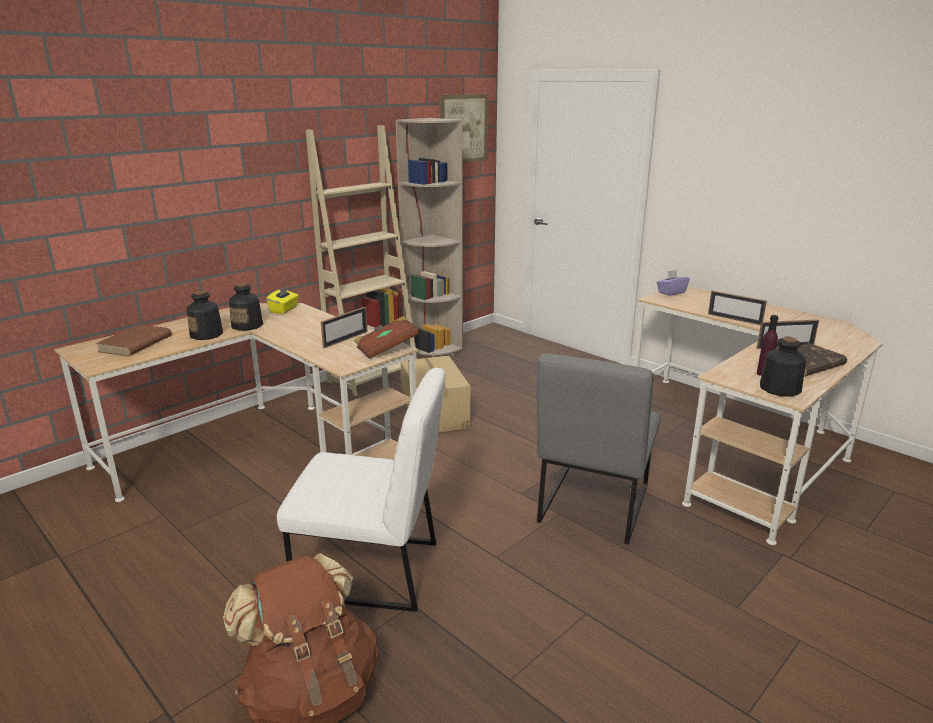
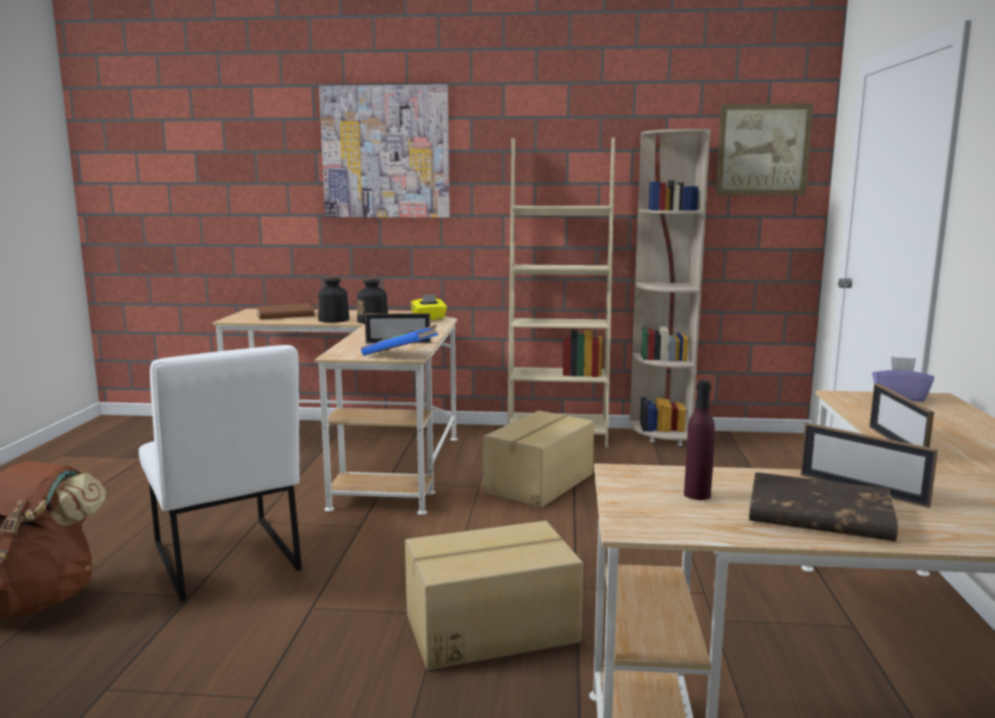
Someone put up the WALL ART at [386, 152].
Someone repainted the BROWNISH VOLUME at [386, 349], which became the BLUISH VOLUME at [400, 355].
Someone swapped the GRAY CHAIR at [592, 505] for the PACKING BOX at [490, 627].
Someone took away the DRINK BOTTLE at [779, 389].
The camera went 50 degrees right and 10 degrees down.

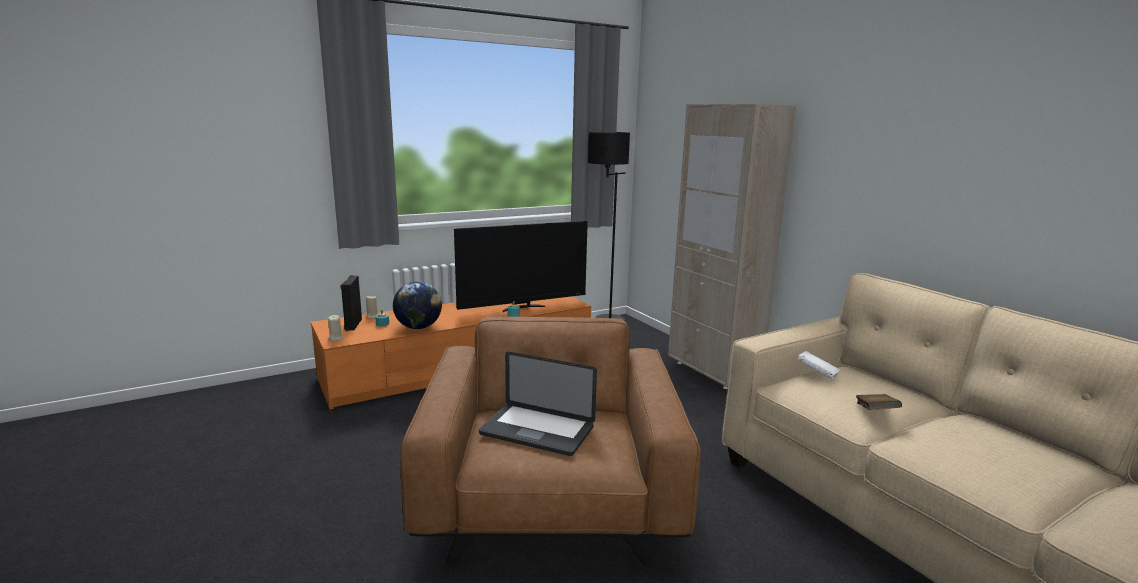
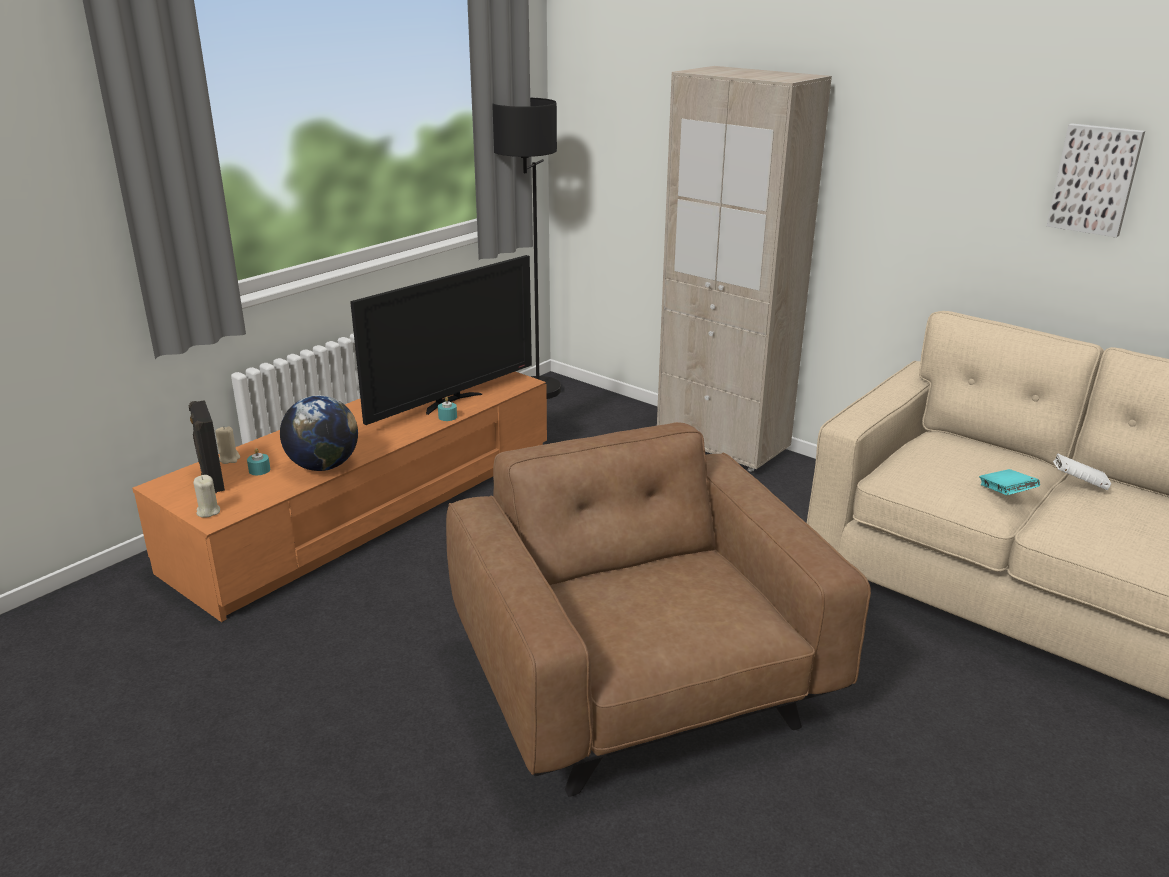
Someone repainted the BROWNISH VOLUME at [875, 412], which became the TURQUOISE-COLOURED VOLUME at [1005, 494].
Someone put up the WALL ART at [1095, 179].
Someone carried the WHITE-COLOURED VOLUME from [817, 374] to [1078, 484].
Someone took away the LAPTOP at [537, 431].
The camera went 20 degrees left and 10 degrees up.

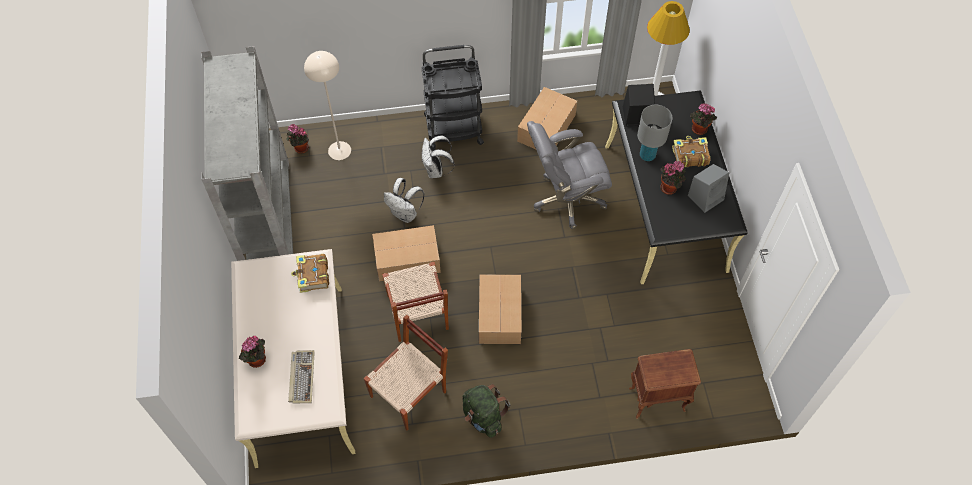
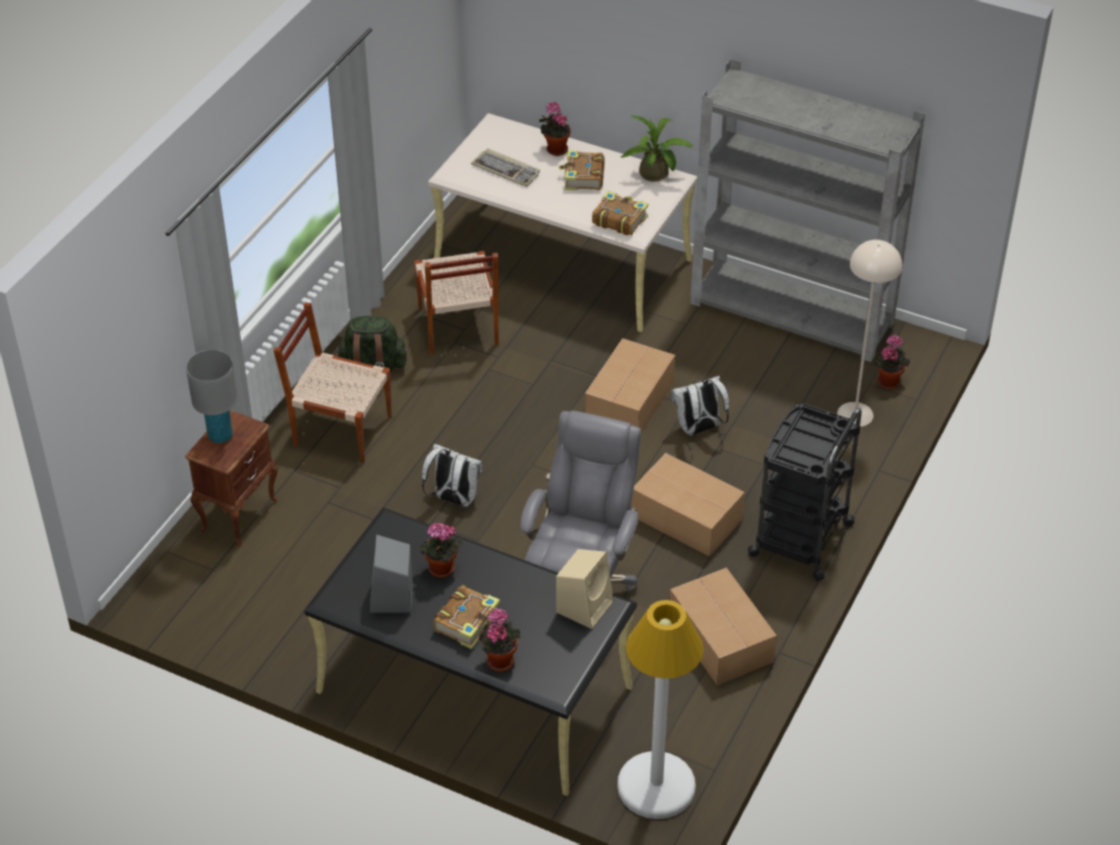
Someone carried the GRAY TABLE LAMP from [647, 155] to [220, 436].
Someone carried the CHAIR from [418, 314] to [340, 429].
Someone carried the WHITE-COLOURED BACKPACK from [436, 170] to [453, 499].
Someone repainted the BLACK-COLOURED AUDIO SPEAKER at [635, 116], which became the BEIGE-COLOURED AUDIO SPEAKER at [585, 605].
Someone put down the VOLUME at [583, 177].
Someone put down the POTTED PLANT at [657, 175].
Someone carried the PACKING BOX from [500, 314] to [687, 518].
The camera went 125 degrees right and 15 degrees down.

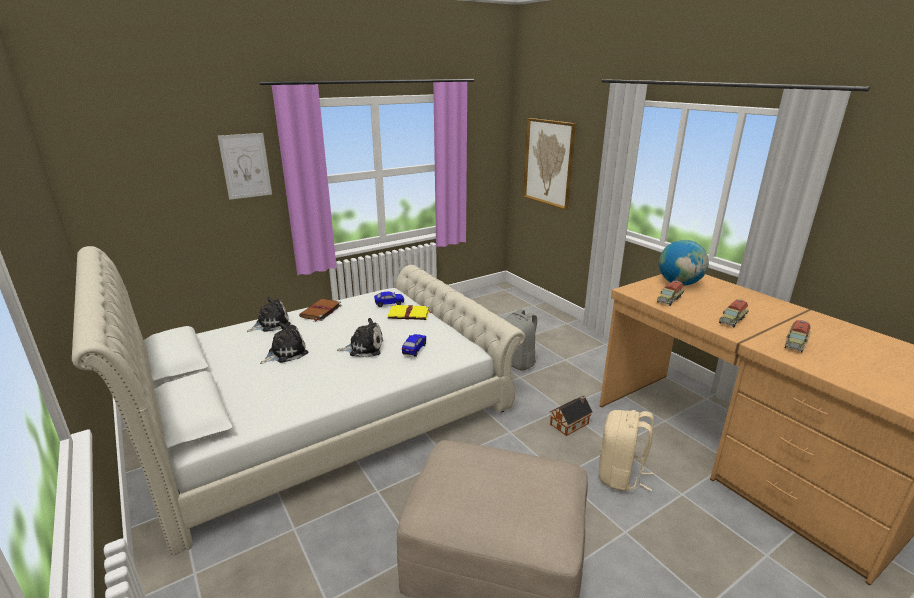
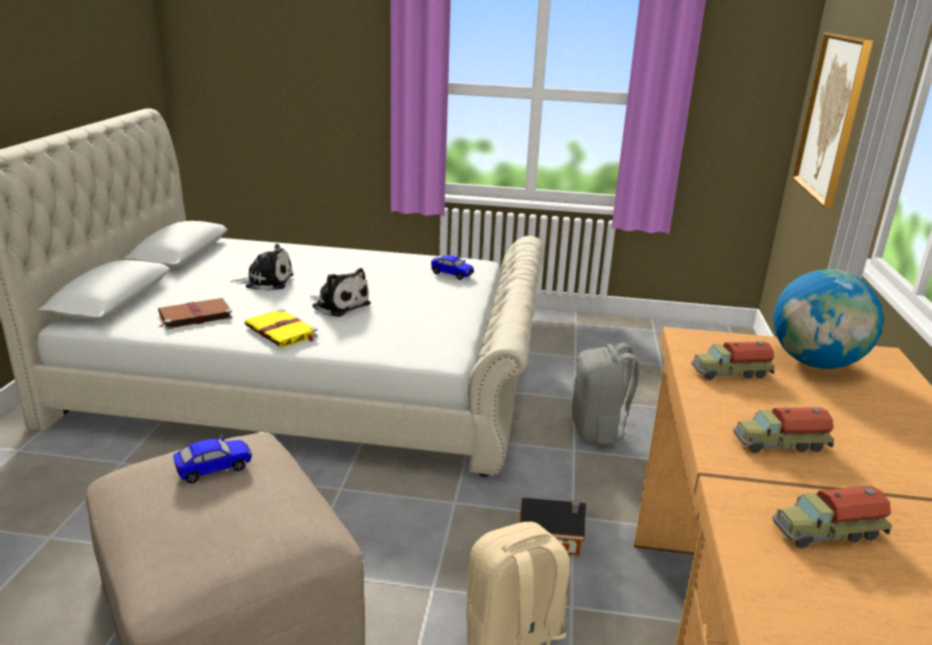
Someone carried the BROWNISH VOLUME from [320, 311] to [194, 316].
Someone carried the TOY CAR from [414, 349] to [214, 469].
Someone carried the YELLOW VOLUME from [409, 314] to [282, 332].
Someone took away the WALL ART at [245, 166].
Someone took away the CUDDLY TOY at [271, 324].
The camera went 40 degrees right and 0 degrees up.

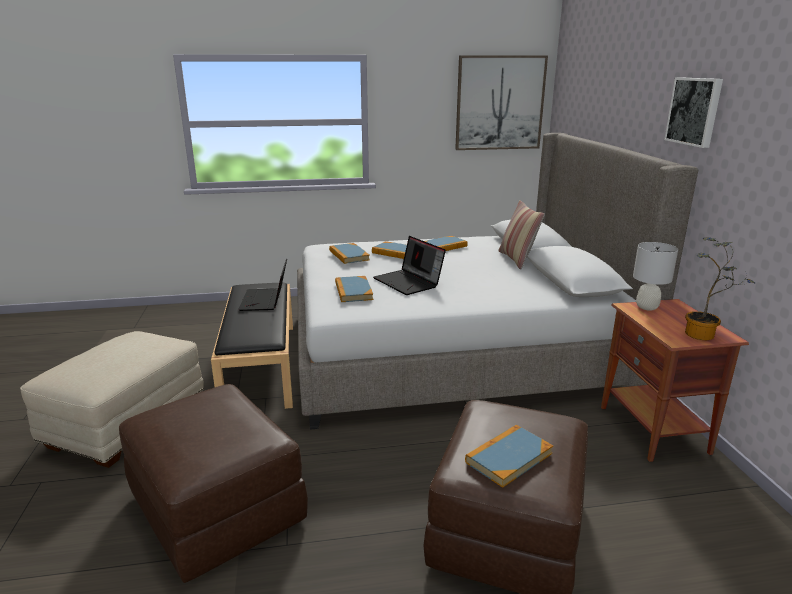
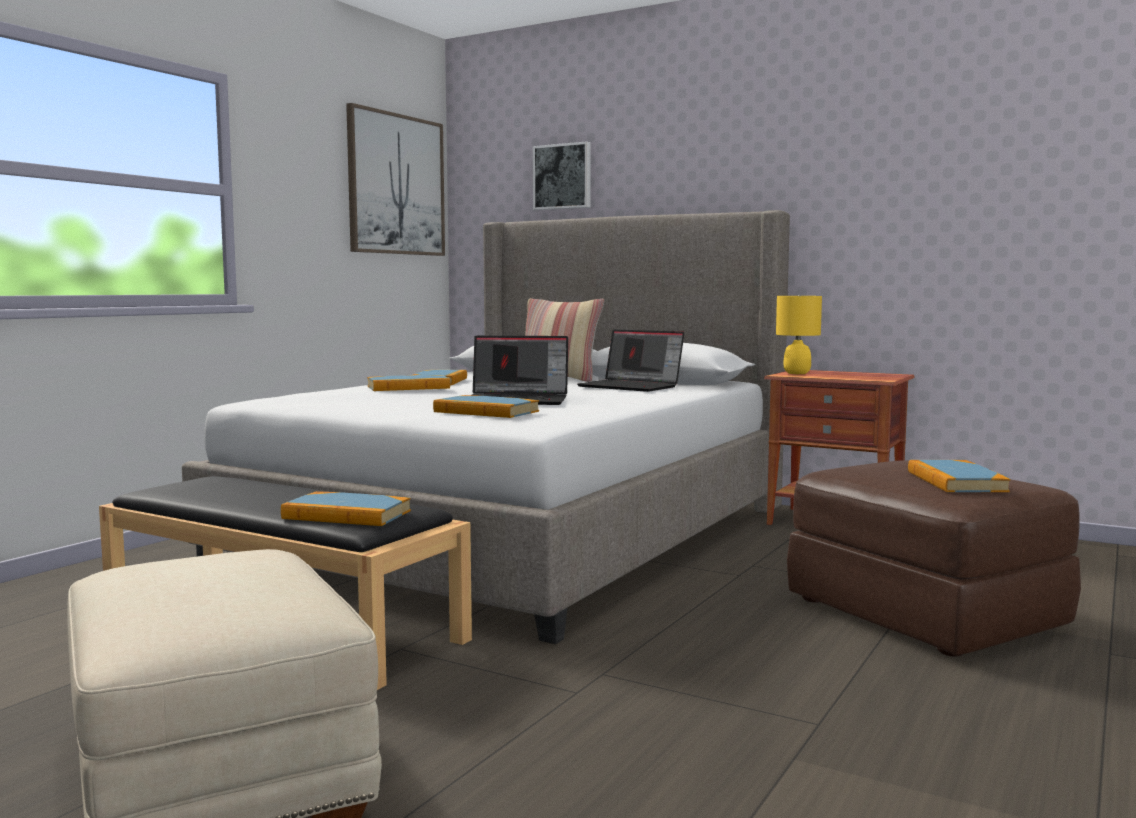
Someone carried the VOLUME from [349, 255] to [347, 515].
Someone carried the WALL ART from [694, 111] to [563, 177].
Someone carried the LAPTOP from [265, 300] to [632, 387].
Someone repainted the GRAY TABLE LAMP at [645, 308], which became the YELLOW TABLE LAMP at [796, 373].
Someone took away the BROWNISH OTTOMAN at [216, 508].
Someone took away the POTTED PLANT at [704, 336].
The camera went 50 degrees left and 15 degrees down.

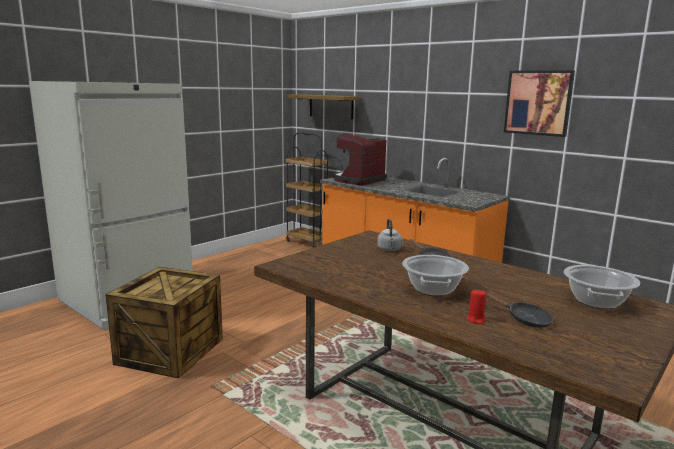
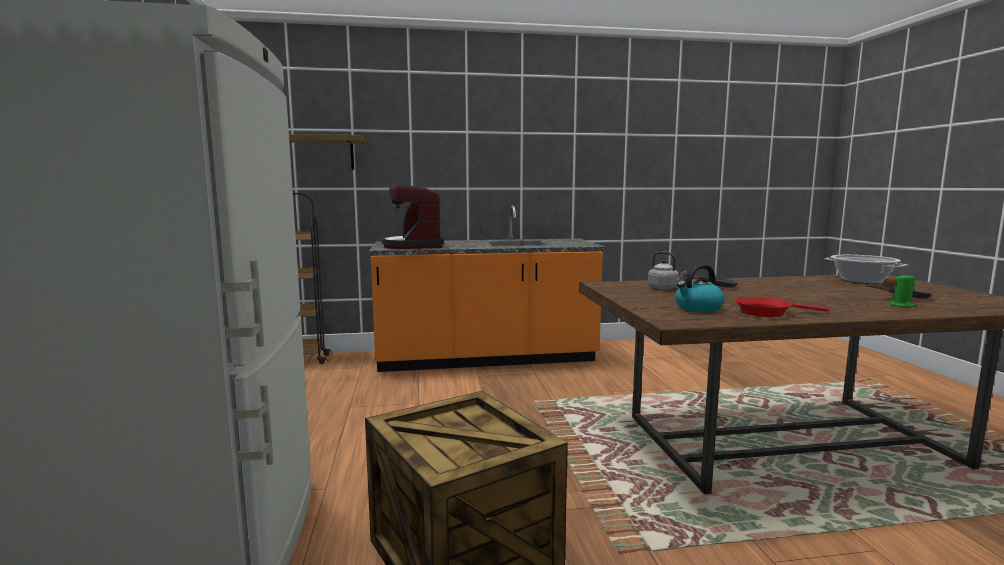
Someone put down the KETTLE at [698, 308].
Someone put down the RED SKILLET at [767, 312].
Someone repainted the RED WAX LIGHT at [476, 320], which became the GREEN WAX LIGHT at [902, 305].
Someone took away the COOKING POT at [433, 289].
Someone took away the WALL ART at [538, 103].
The camera went 50 degrees left and 5 degrees down.

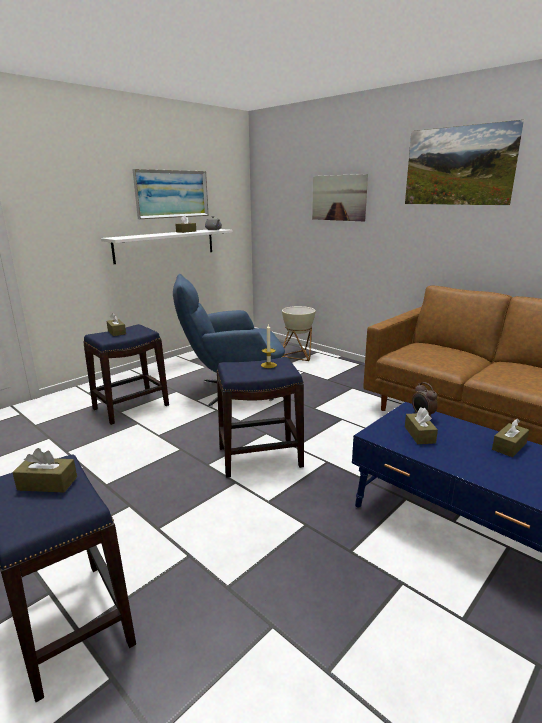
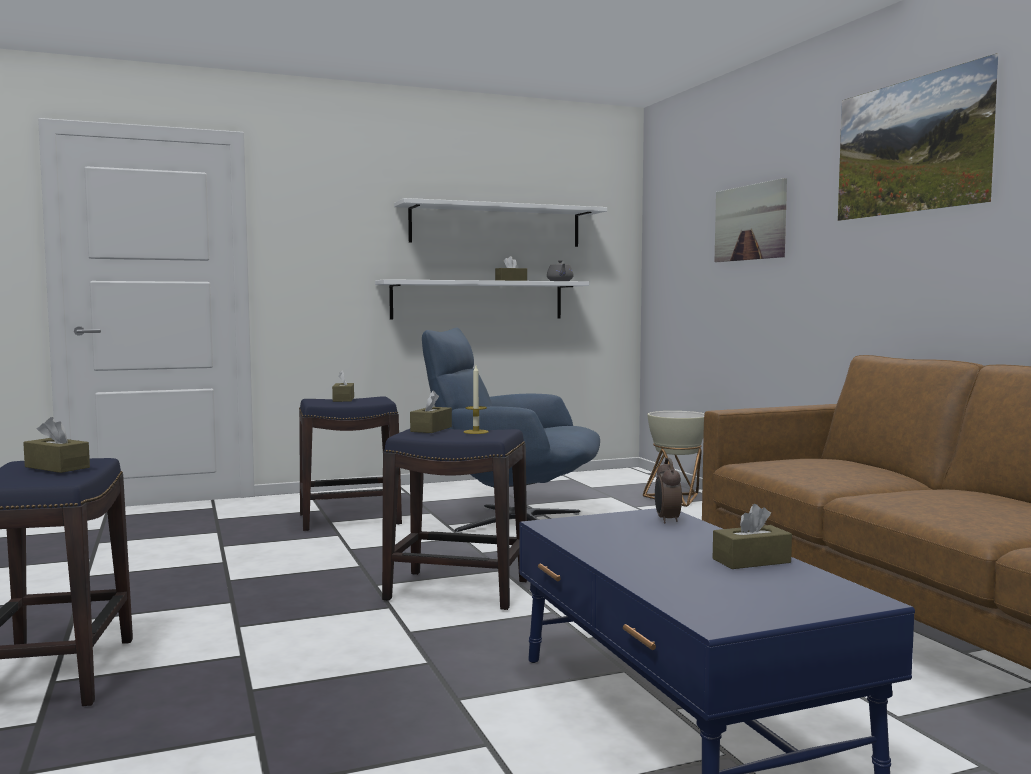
Someone swapped the WALL ART at [172, 194] for the WHITE-COLOURED BRACKET SHELF at [496, 225].
Someone carried the BROWNISH TISSUE HOLDER from [419, 435] to [431, 429].
The camera went 25 degrees right and 15 degrees down.

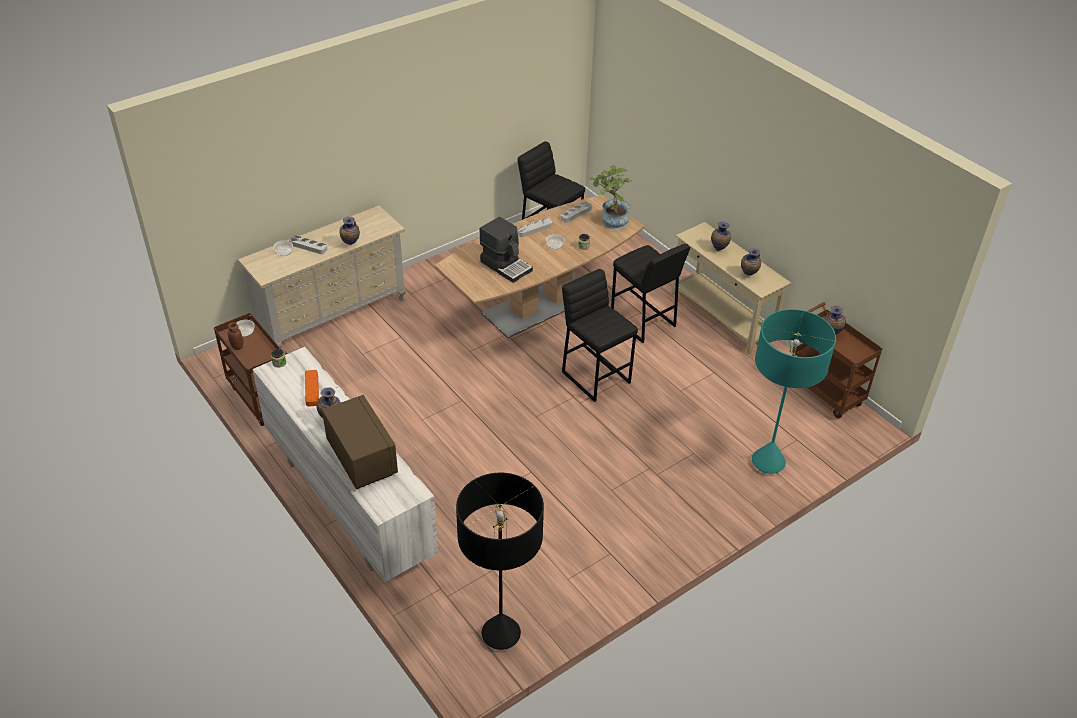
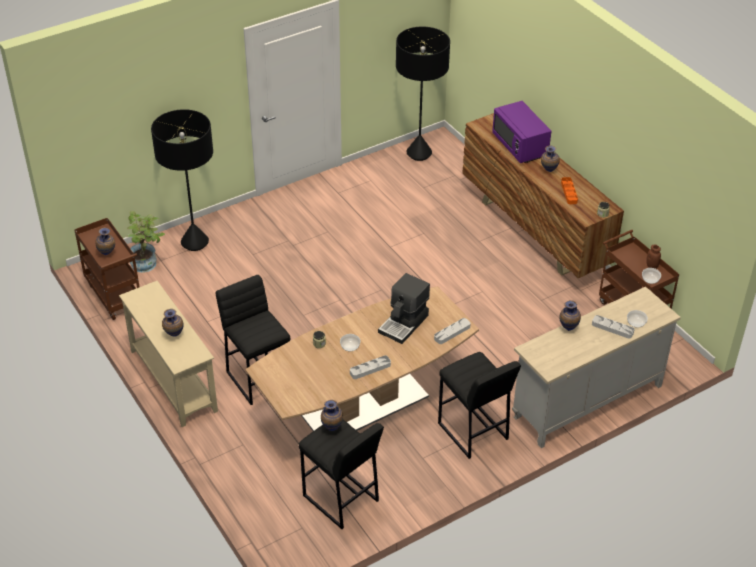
Someone carried the POTTED PLANT from [610, 221] to [148, 264].
Someone repainted the TURQUOISE-COLOURED STANDARD LAMP at [767, 463], which became the BLACK-COLOURED STANDARD LAMP at [195, 244].
Someone carried the DECORATIVE VASE from [748, 275] to [332, 428].
Someone rotated the COFFEE MACHINE at [506, 265] by 105 degrees counterclockwise.
Someone carried the GRAY TRAY from [576, 213] to [452, 333].
Someone carried the BLACK-COLOURED STOOL SEAT from [595, 376] to [474, 432].
Someone repainted the WHITE-COLOURED CUPBOARD at [348, 503], which became the BROWNISH CUPBOARD at [534, 232].
Someone repainted the BROWNISH MICROWAVE OVEN at [361, 457], which became the PURPLE-COLOURED MICROWAVE OVEN at [520, 146].
The camera went 175 degrees left and 0 degrees up.

